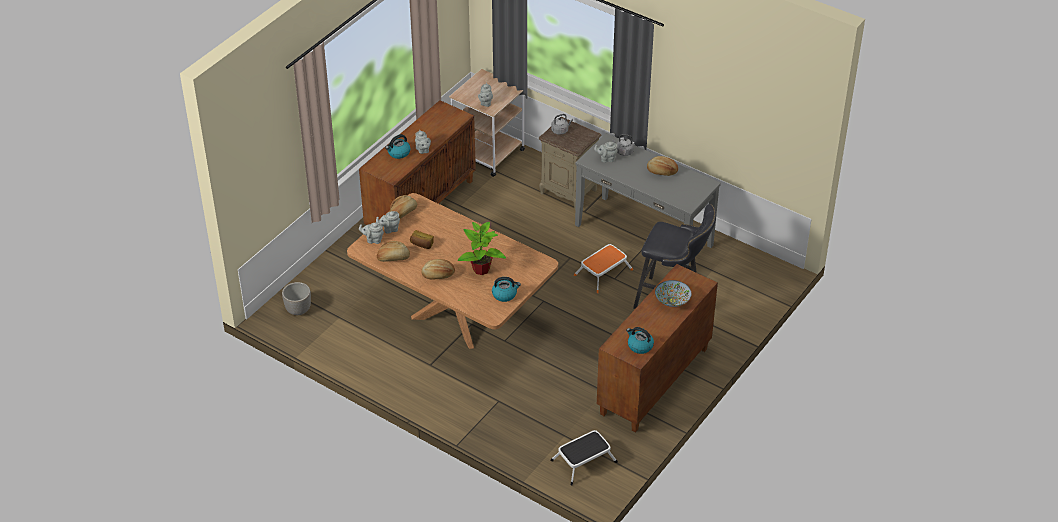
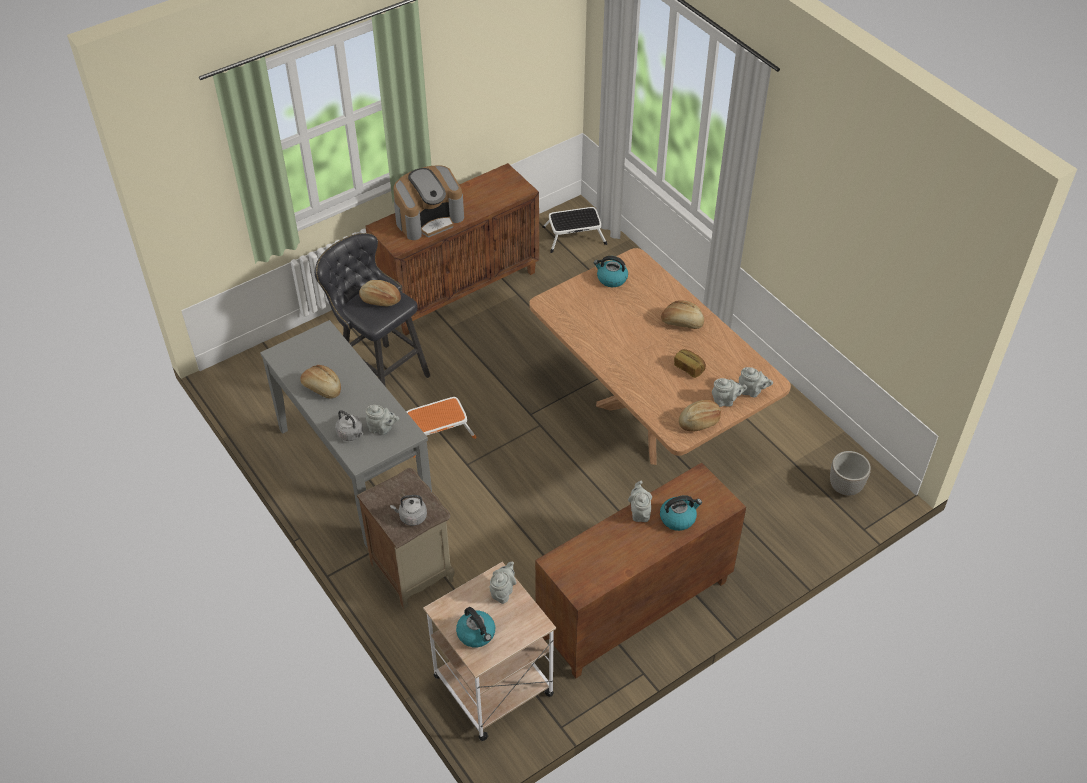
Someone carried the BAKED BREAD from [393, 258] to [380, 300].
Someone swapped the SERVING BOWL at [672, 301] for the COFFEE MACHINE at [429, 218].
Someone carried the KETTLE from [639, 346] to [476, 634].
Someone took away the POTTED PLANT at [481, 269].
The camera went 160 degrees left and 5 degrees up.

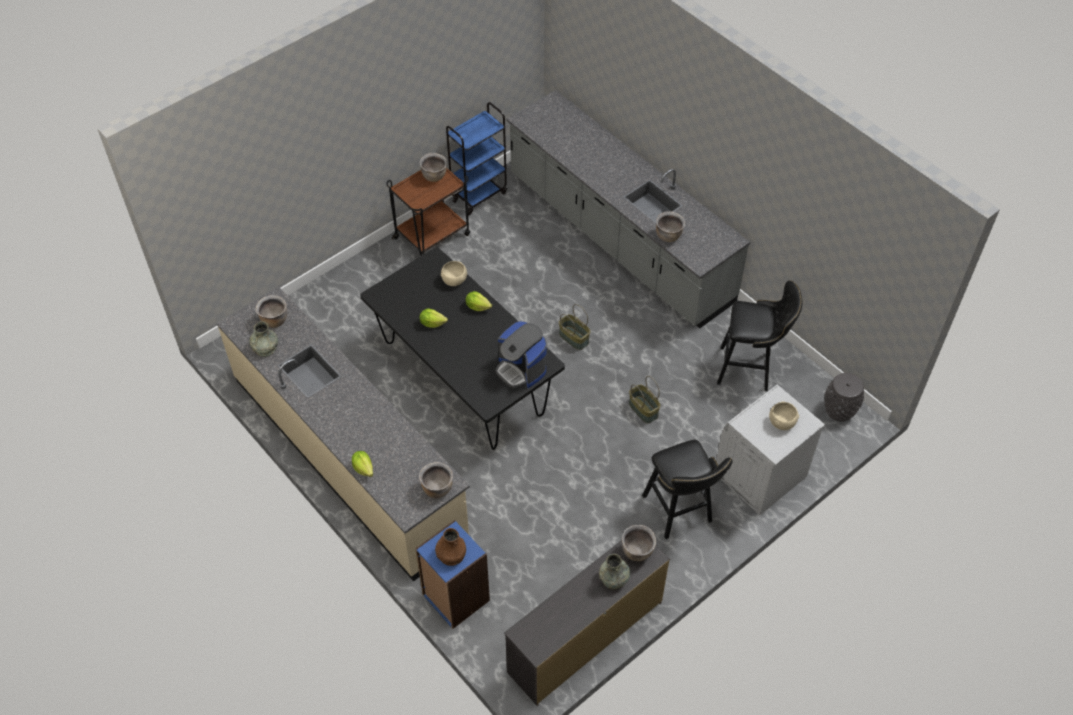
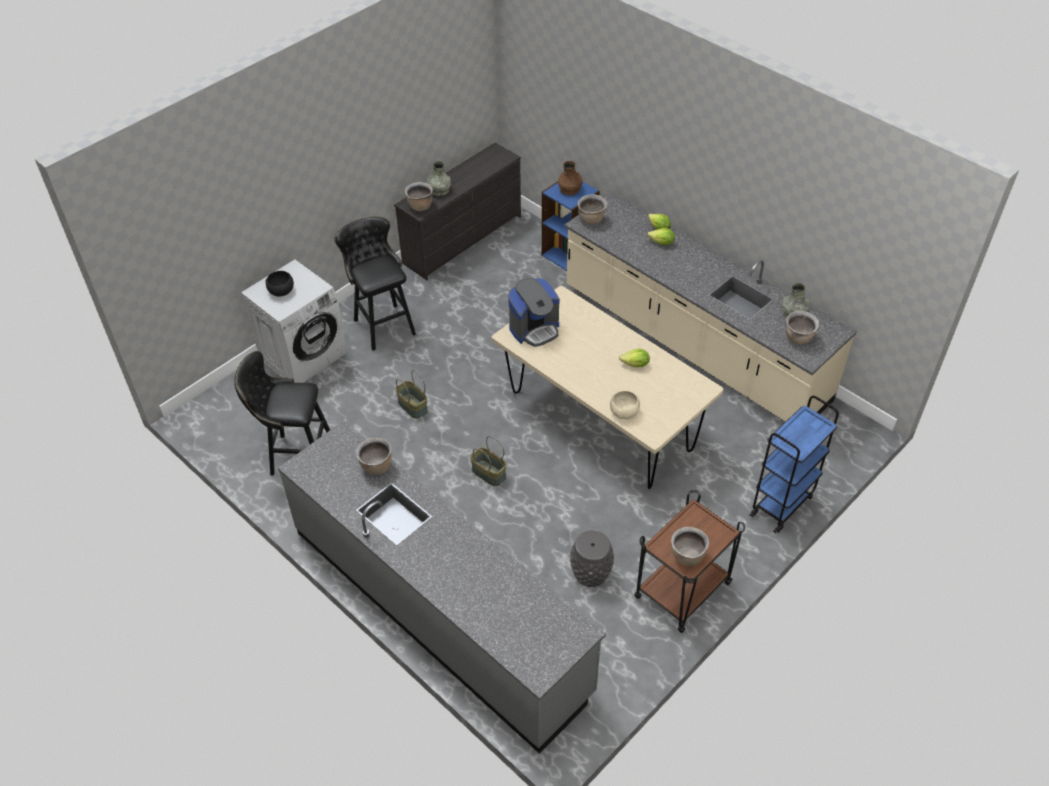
Someone repainted the BEIGE-COLOURED SERVING BOWL at [781, 422], which became the BLACK-COLOURED SERVING BOWL at [281, 291].
Someone repainted the BLACK-COLOURED KITCHEN TABLE at [465, 379], which became the BEIGE-COLOURED KITCHEN TABLE at [600, 421].
Someone rotated the COFFEE MACHINE at [521, 369] by 105 degrees clockwise.
Someone carried the GRAY STOOL SEAT from [839, 410] to [590, 573].
Someone carried the LETTUCE HEAD from [477, 306] to [662, 243].
Someone carried the BLUISH TROLLEY from [479, 196] to [782, 507].
The camera went 175 degrees right and 5 degrees down.

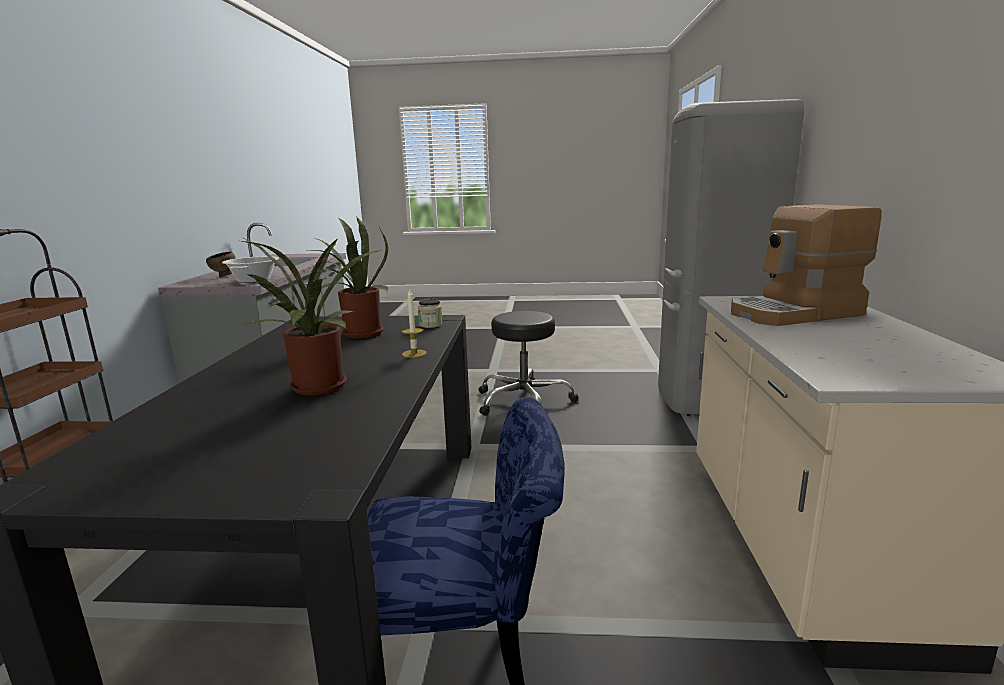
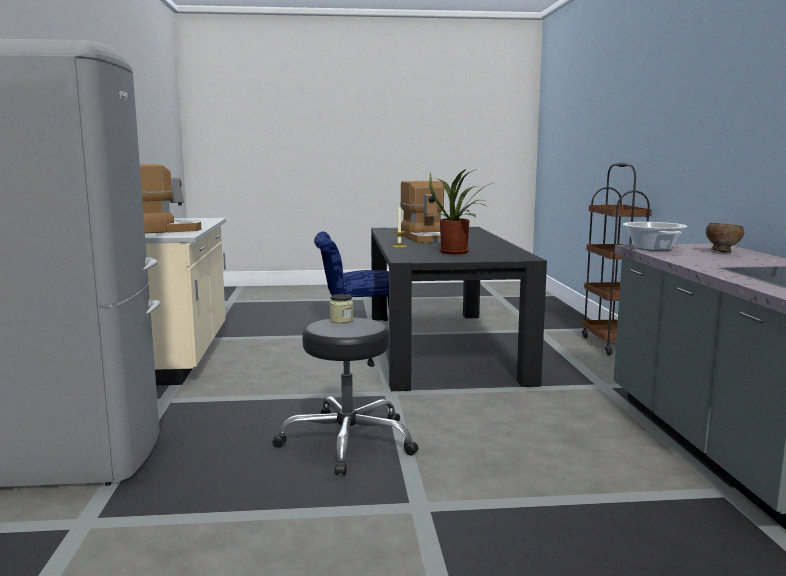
Someone carried the PRESERVE JAR from [430, 325] to [341, 320].
Someone swapped the POTTED PLANT at [319, 389] for the COFFEE MACHINE at [426, 238].
The camera went 170 degrees right and 5 degrees down.

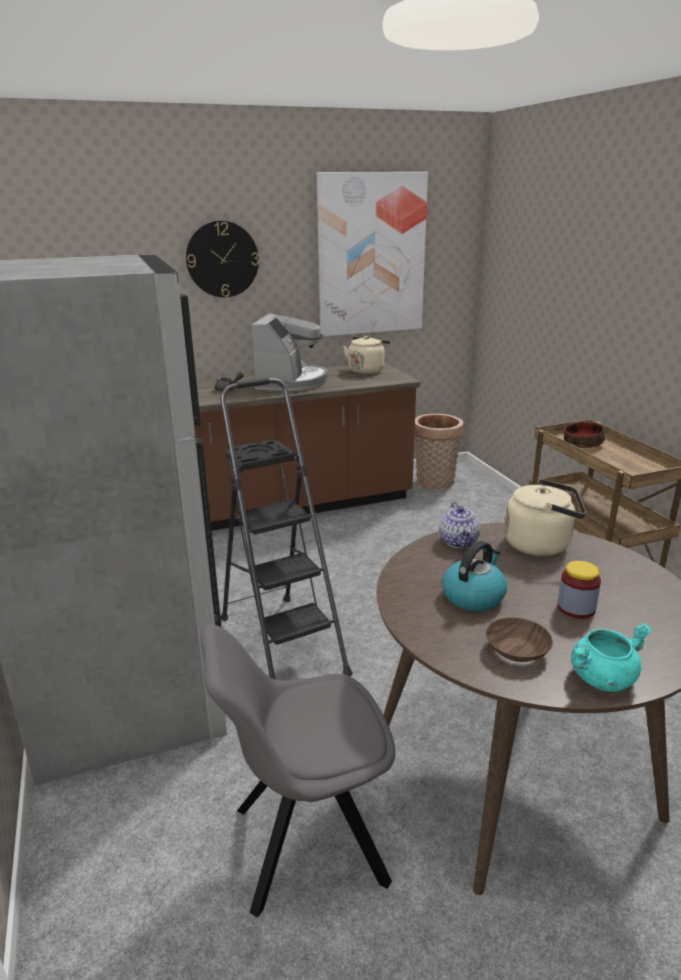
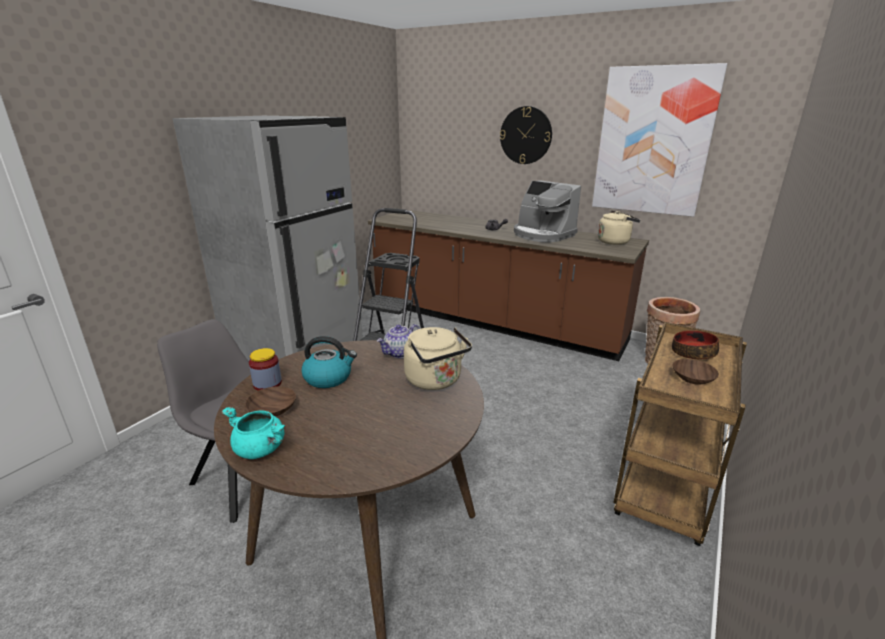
Someone carried the PRESERVE JAR from [576, 608] to [267, 384].
Someone rotated the COFFEE MACHINE at [291, 381] by 75 degrees clockwise.
Someone put down the BROWNISH SERVING BOWL at [693, 379].
The camera went 50 degrees right and 0 degrees up.

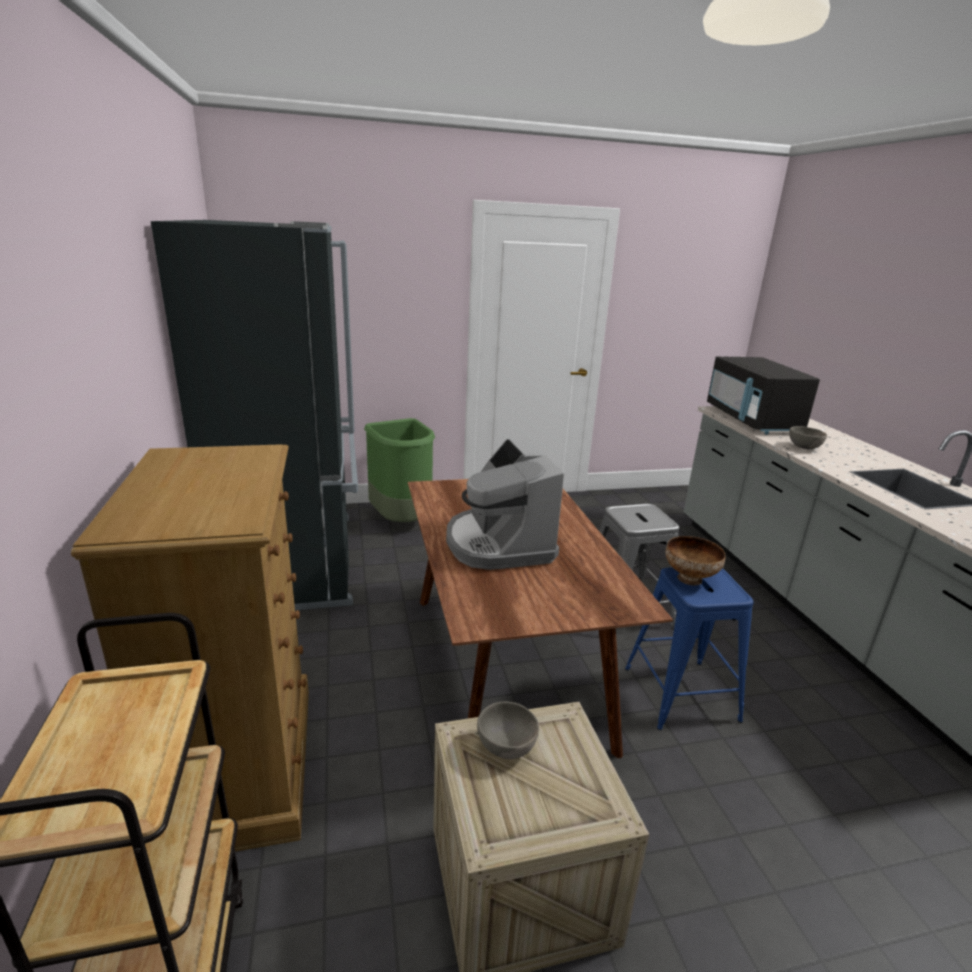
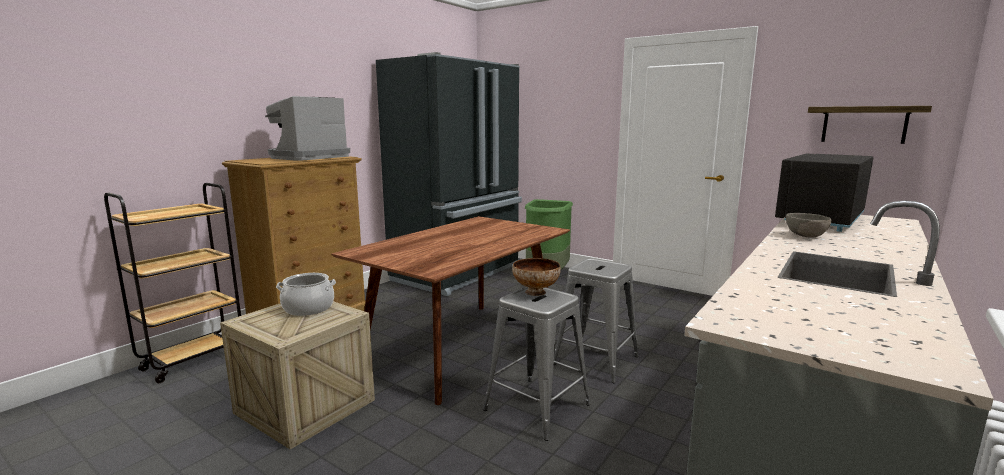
Someone carried the COFFEE MACHINE from [499, 543] to [307, 157].
Someone swapped the GRAY SERVING BOWL at [506, 748] for the COOKING POT at [308, 308].
Someone repainted the BLUISH STOOL SEAT at [680, 693], which became the GRAY STOOL SEAT at [537, 407].
Someone put up the BRACKET SHELF at [864, 124].
The camera went 50 degrees right and 10 degrees down.

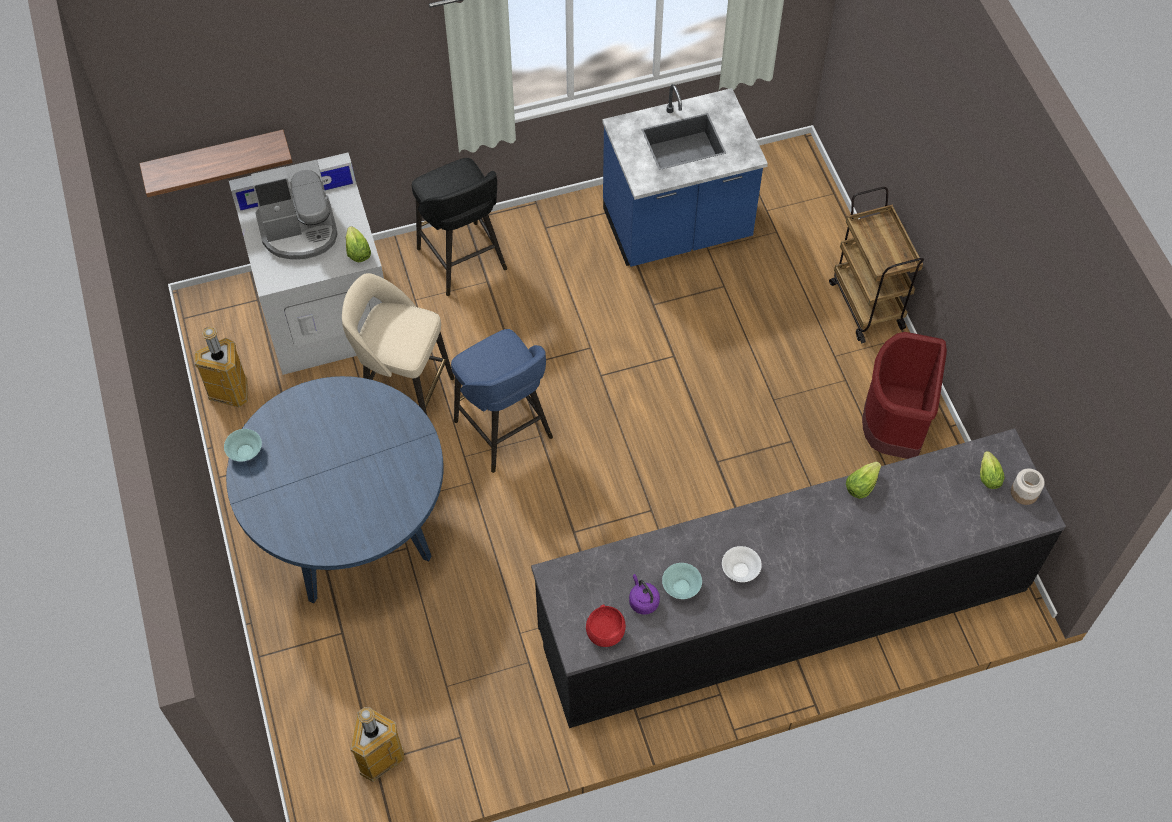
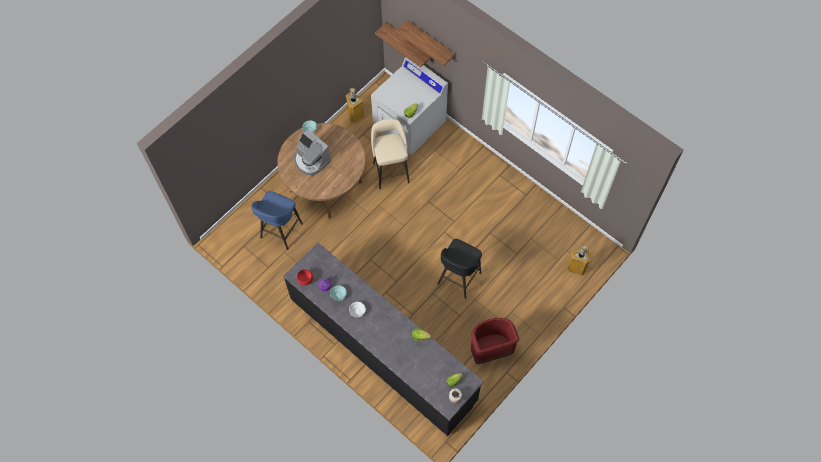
Someone carried the BLUISH STOOL SEAT from [504, 431] to [280, 232].
Someone repainted the BLUISH KITCHEN TABLE at [351, 528], which became the BROWNISH KITCHEN TABLE at [326, 186].
Someone carried the COFFEE MACHINE from [299, 231] to [311, 160].
Someone put up the BRACKET SHELF at [431, 41].
Someone carried the BLACK-COLOURED STOOL SEAT from [463, 261] to [458, 279].
Someone carried the TRASH CAN from [379, 759] to [576, 268].
Someone took away the BLUISH KITCHEN BASE UNIT at [677, 228].
Someone took away the BROWNISH TROLLEY at [866, 306].
The camera went 60 degrees right and 5 degrees up.

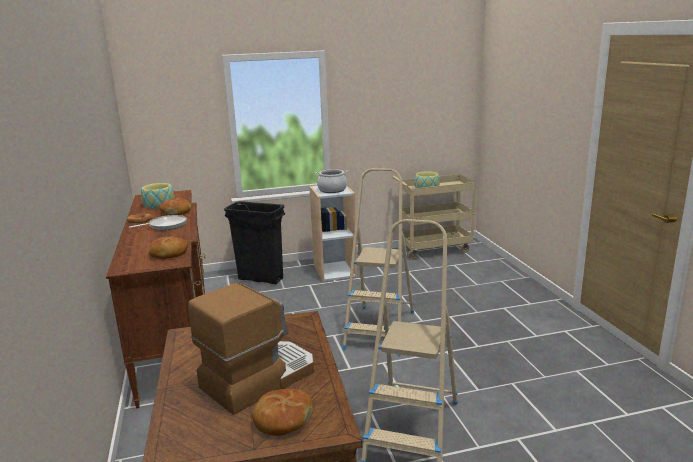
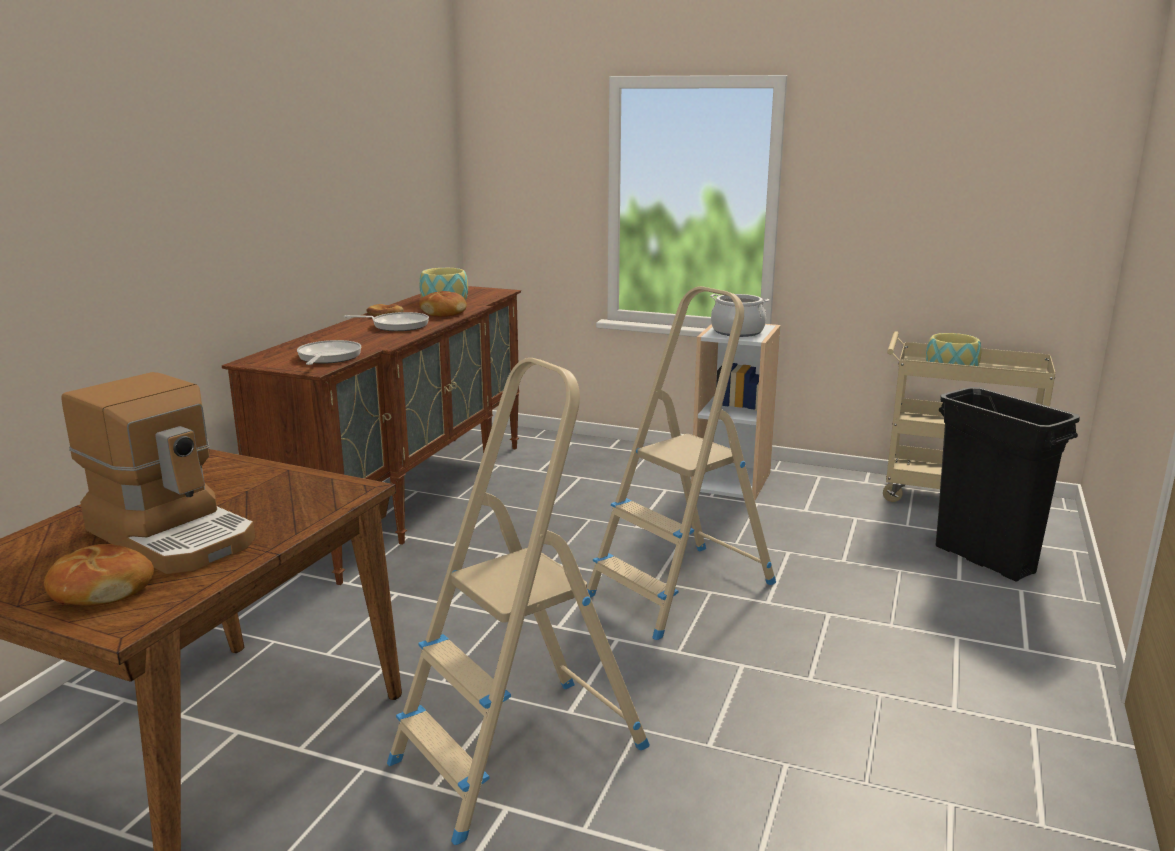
Someone rotated the COFFEE MACHINE at [258, 378] by 45 degrees clockwise.
Someone swapped the BAKED BREAD at [168, 254] for the SKILLET at [328, 357].
Someone carried the BLACK-COLOURED TRASH CAN from [261, 279] to [984, 560].
The camera went 35 degrees right and 0 degrees up.

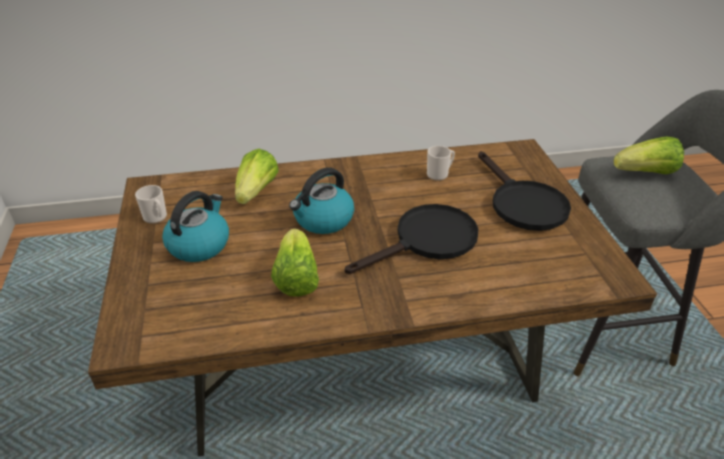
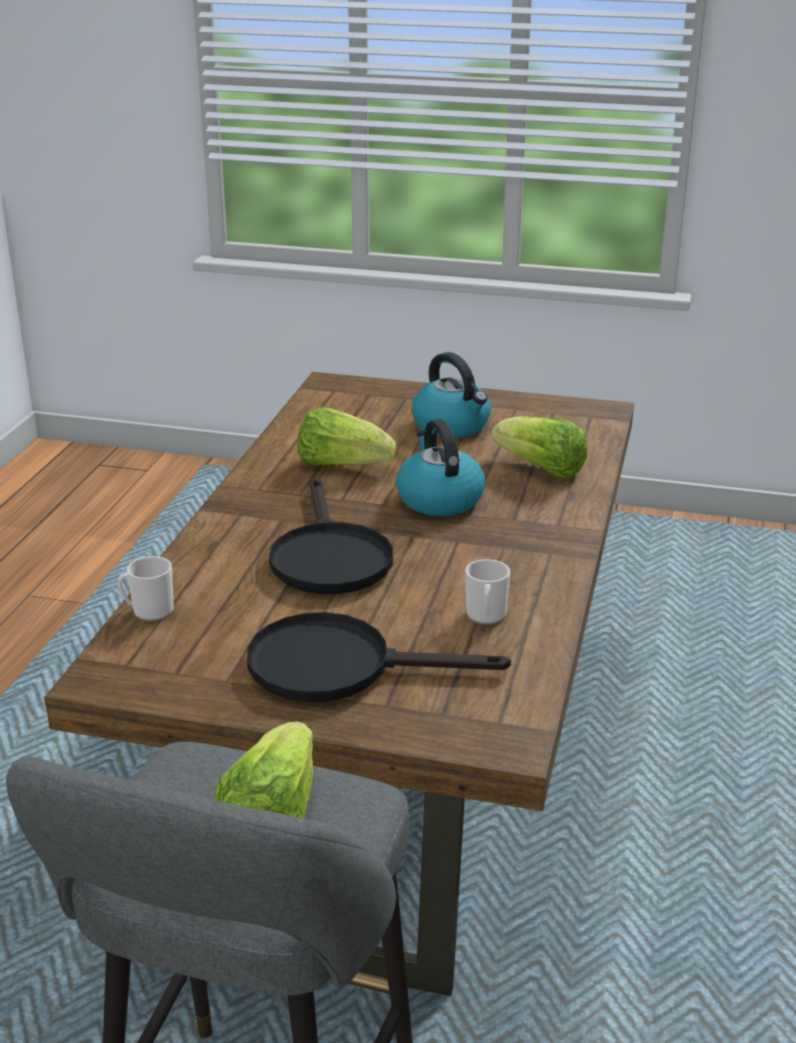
Someone carried the TEA MUG from [156, 218] to [148, 611].
The camera went 115 degrees right and 10 degrees down.

